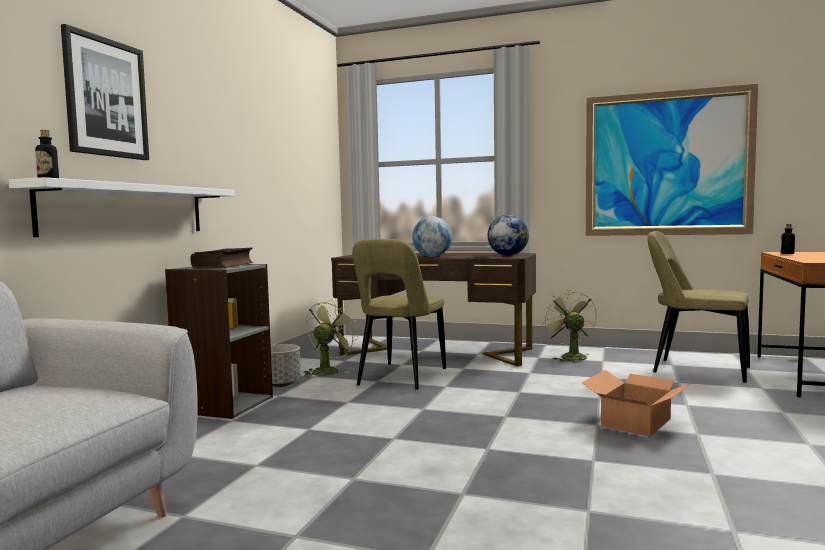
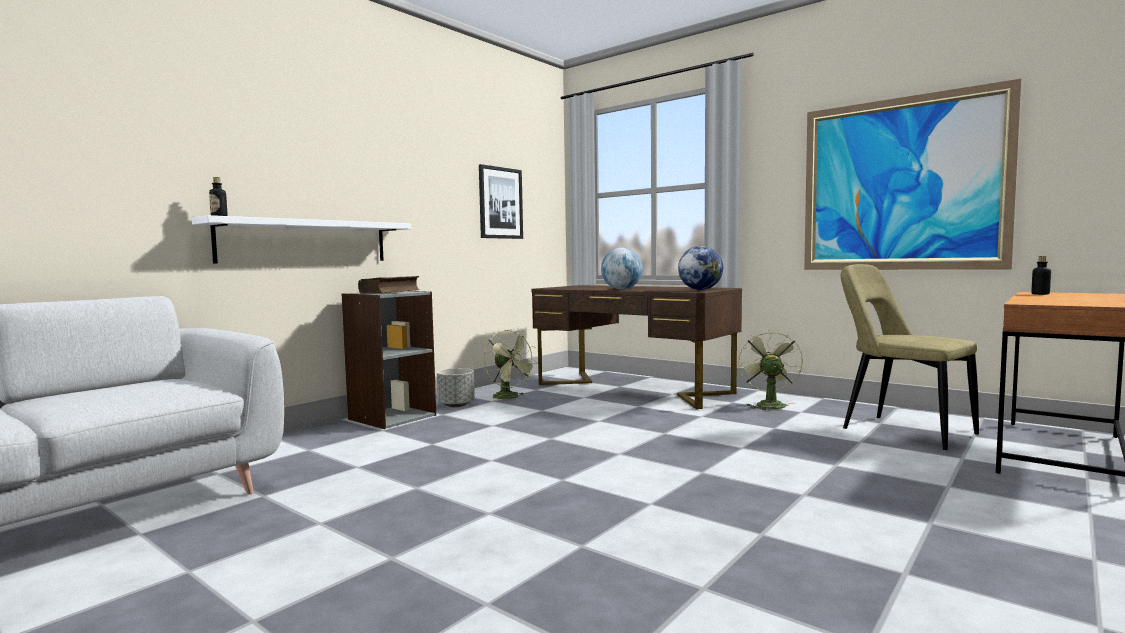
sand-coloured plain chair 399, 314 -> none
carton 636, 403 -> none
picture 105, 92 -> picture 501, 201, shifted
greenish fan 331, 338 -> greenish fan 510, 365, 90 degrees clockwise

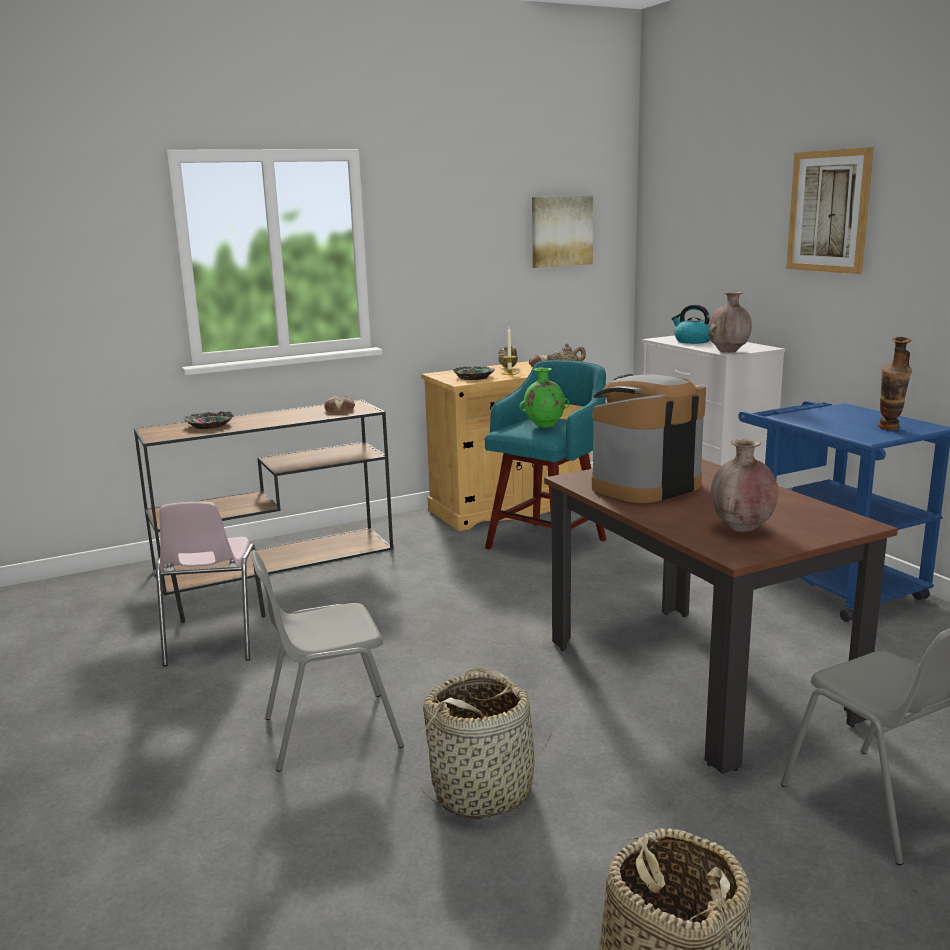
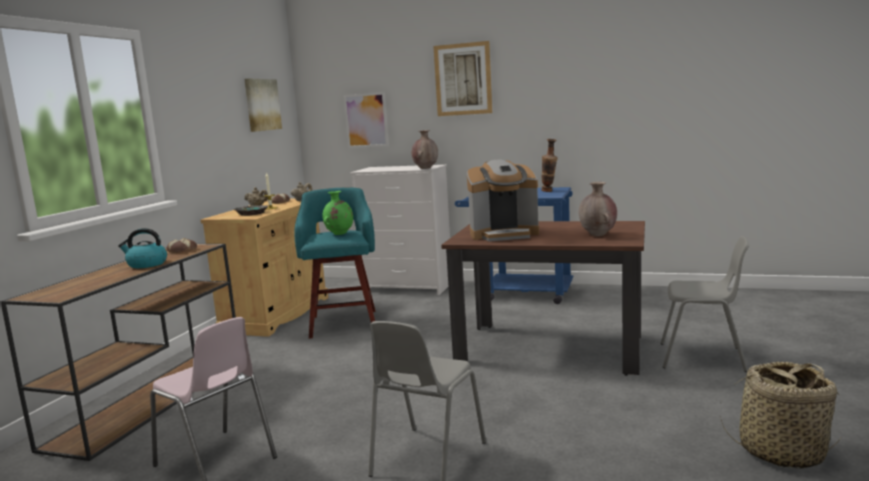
bowl 209, 420 -> none
storage basket 486, 743 -> none
none -> picture 366, 120
kettle 691, 324 -> kettle 142, 248, shifted
coffee brewer 649, 438 -> coffee brewer 503, 201, 105 degrees counterclockwise

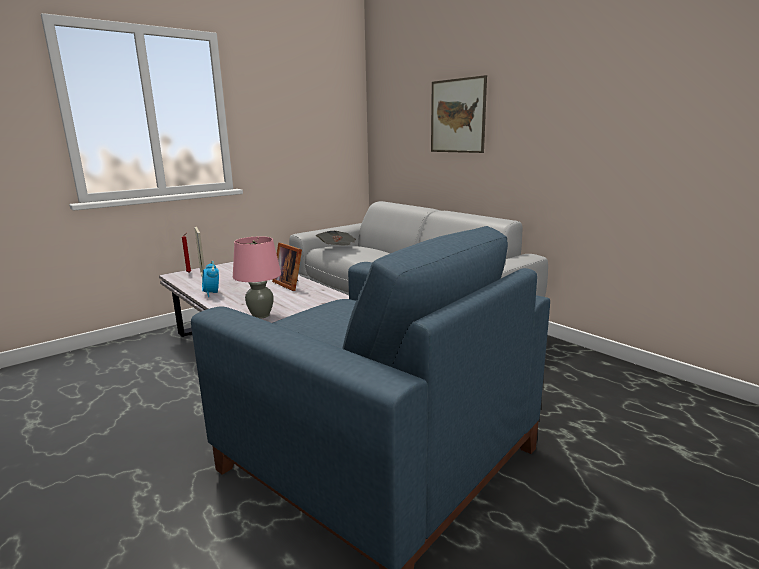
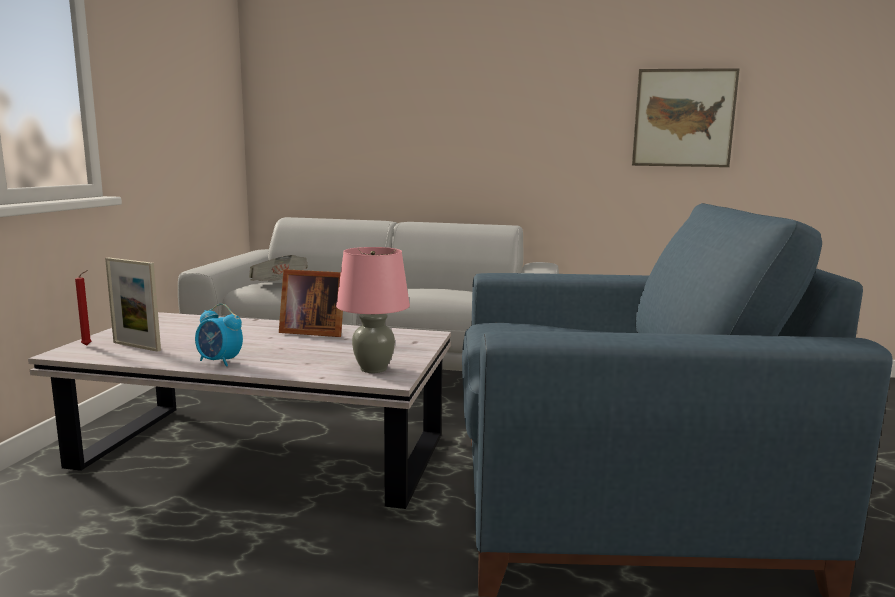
picture 459, 114 -> picture 686, 117, shifted

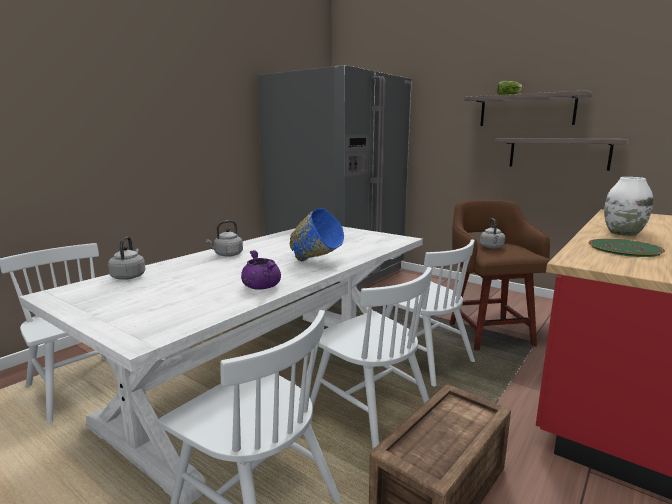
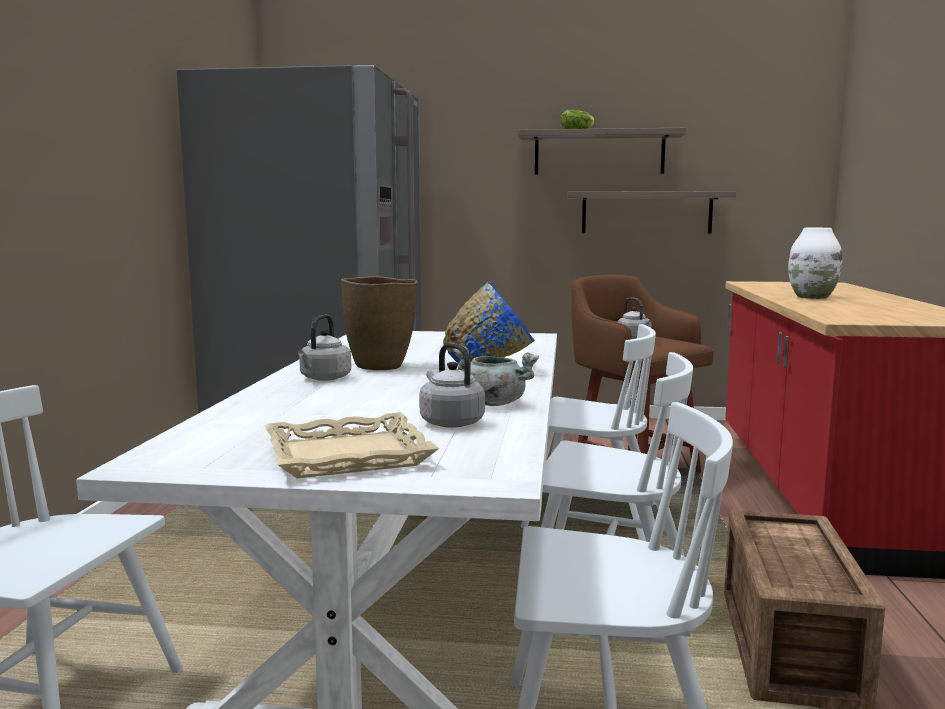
greenish dinner plate 627, 248 -> none
none -> sand-coloured serving tray 352, 445
none -> brown-coloured vase 379, 323
greyish kettle 127, 258 -> greyish kettle 452, 385, shifted
purplish cooking pot 261, 270 -> greyish cooking pot 496, 376

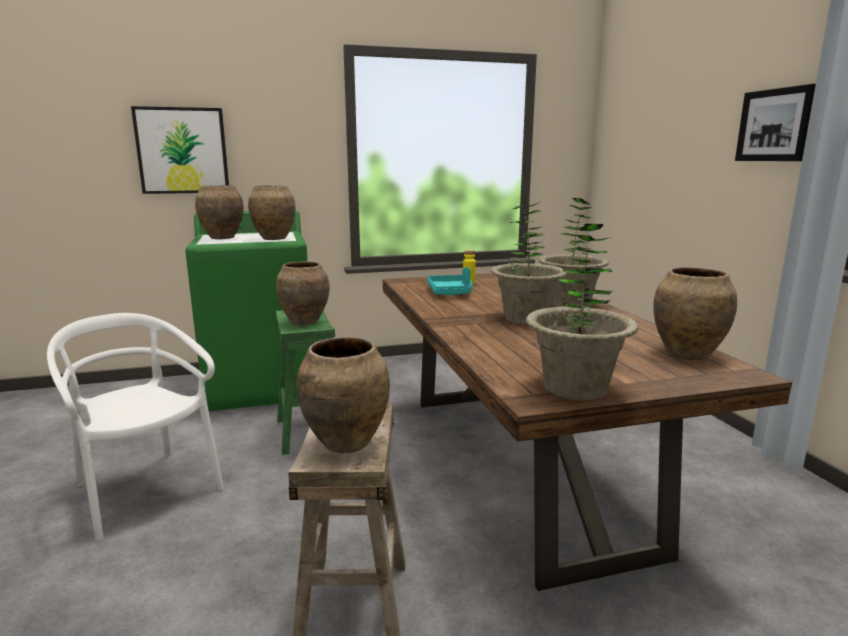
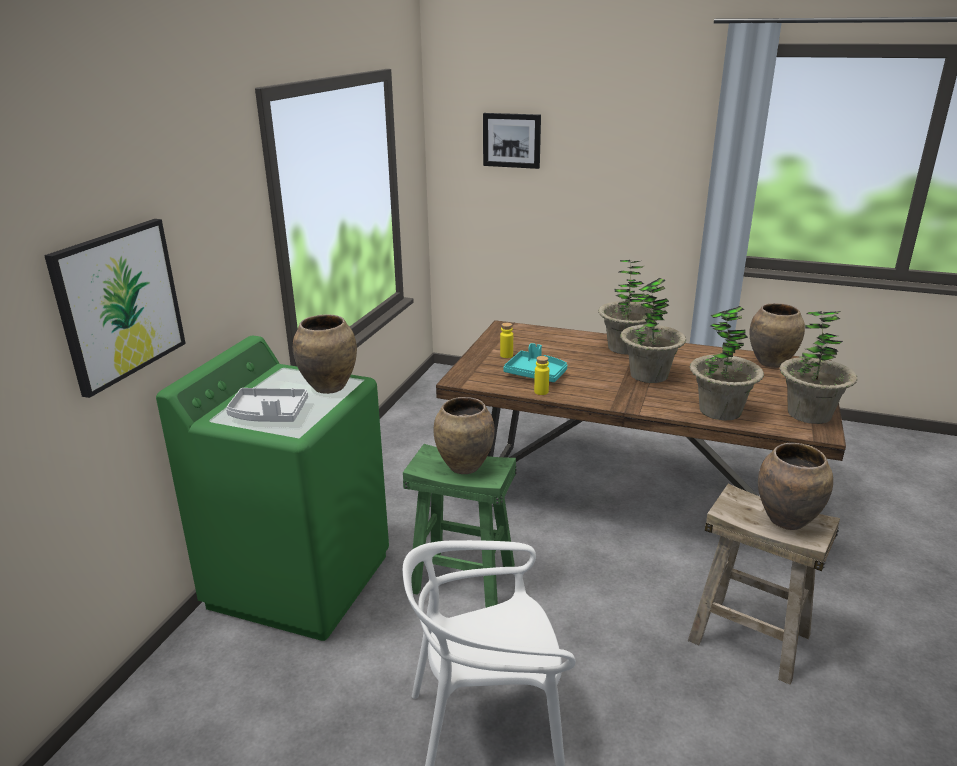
none -> yellow bottle 541, 375
none -> houseplant 727, 363
picture 775, 122 -> picture 512, 141, shifted
brown-coloured vase 219, 212 -> greyish serving tray 267, 404

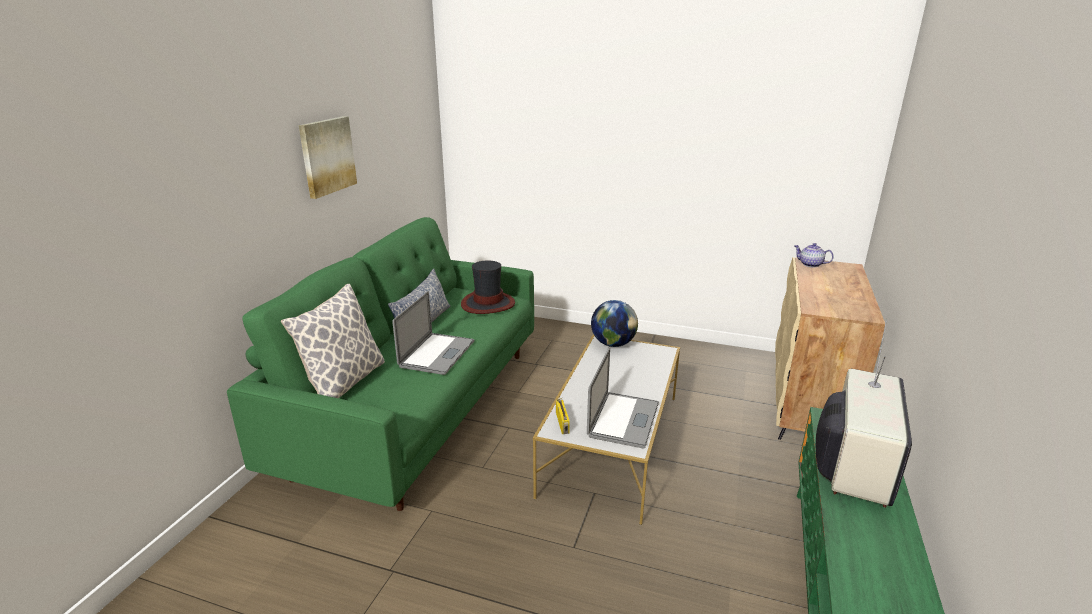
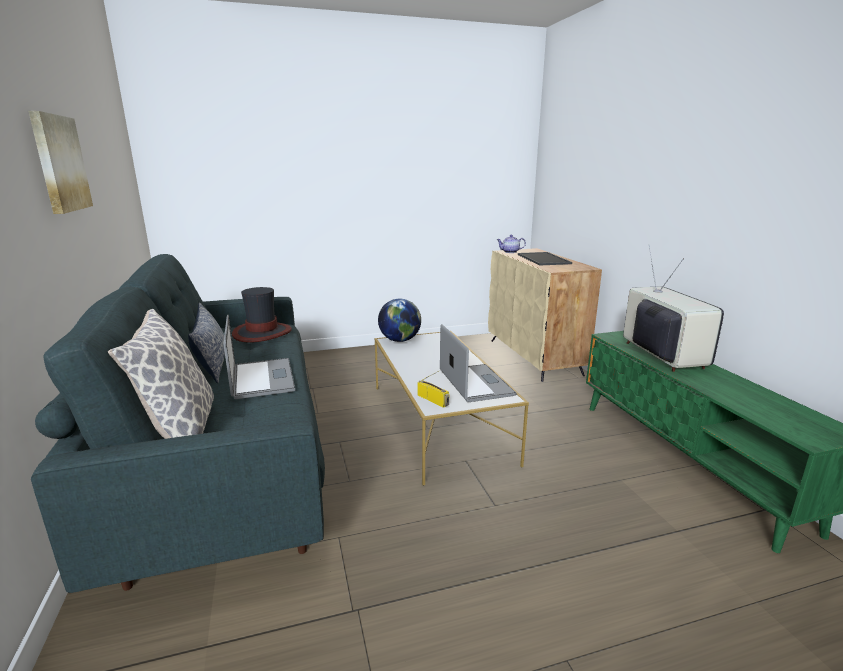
none -> serving tray 545, 259
greenish couch 380, 364 -> greyish couch 178, 423

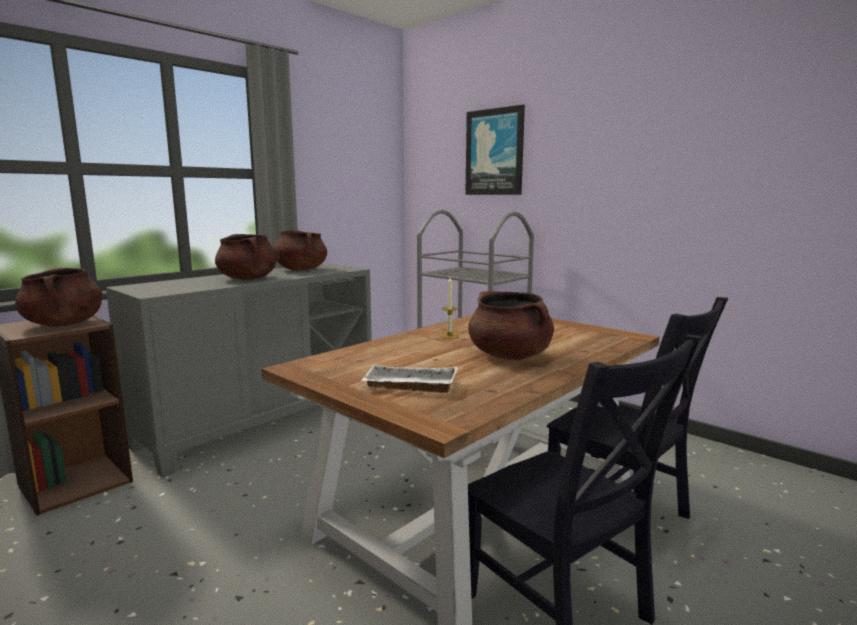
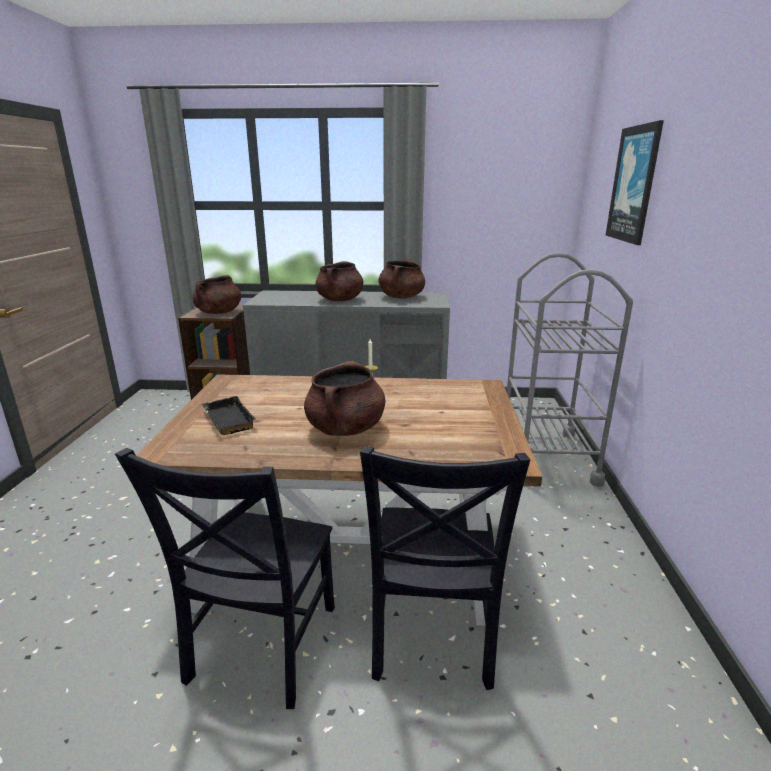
whitish serving tray 409, 379 -> blackish serving tray 229, 415

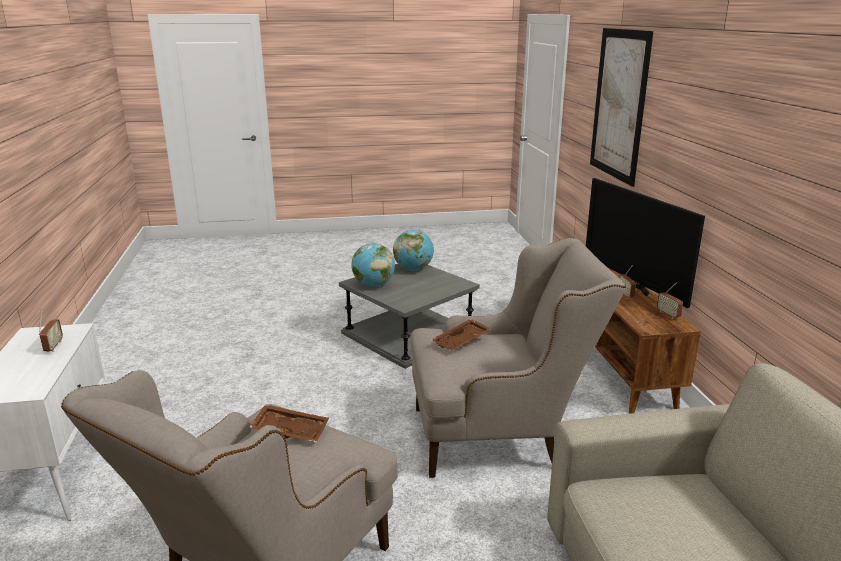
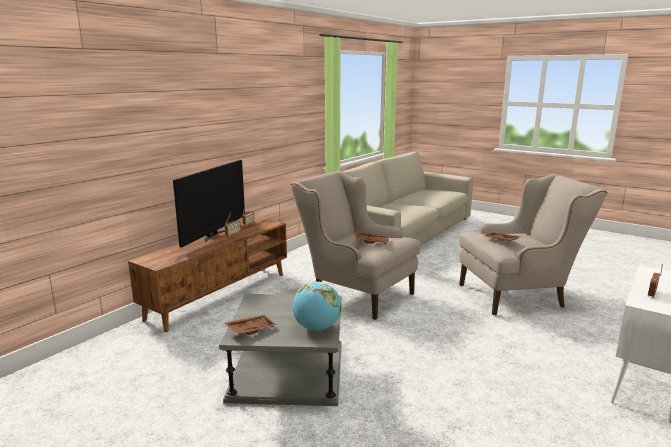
picture 621, 107 -> none
globe 413, 250 -> brown-coloured serving tray 250, 325

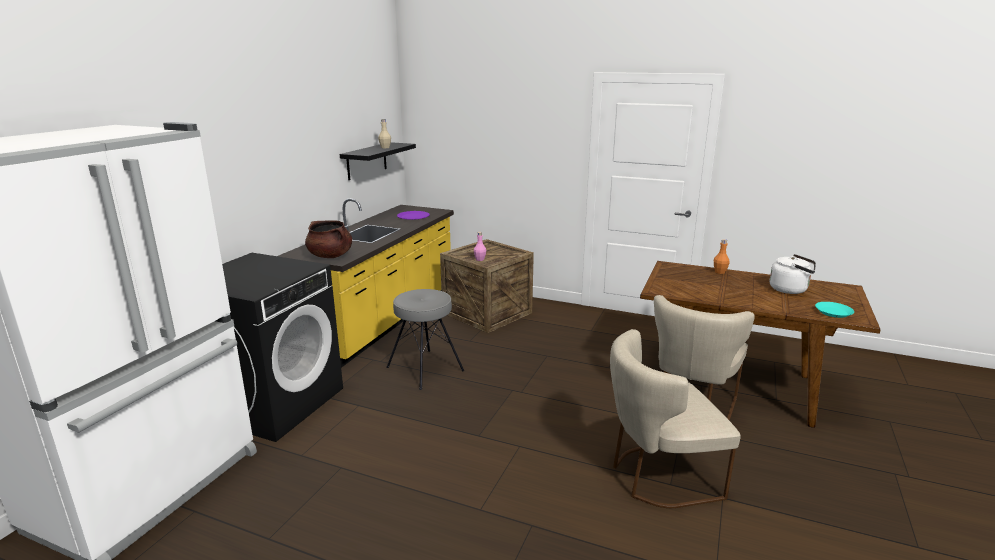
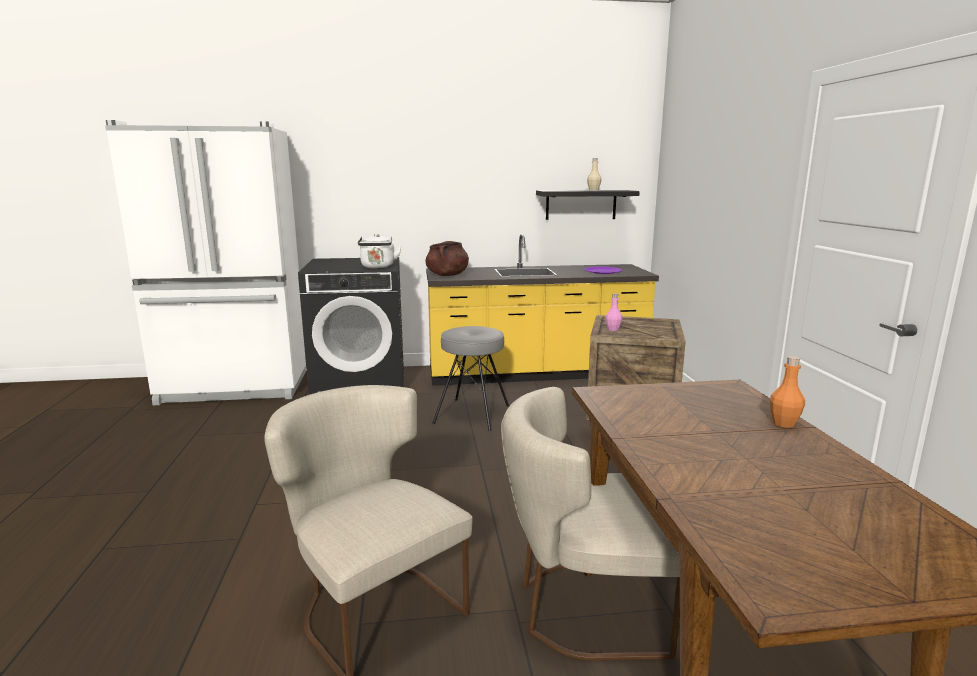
turquoise dinner plate 834, 310 -> none
whitish kettle 793, 274 -> whitish kettle 379, 251, shifted

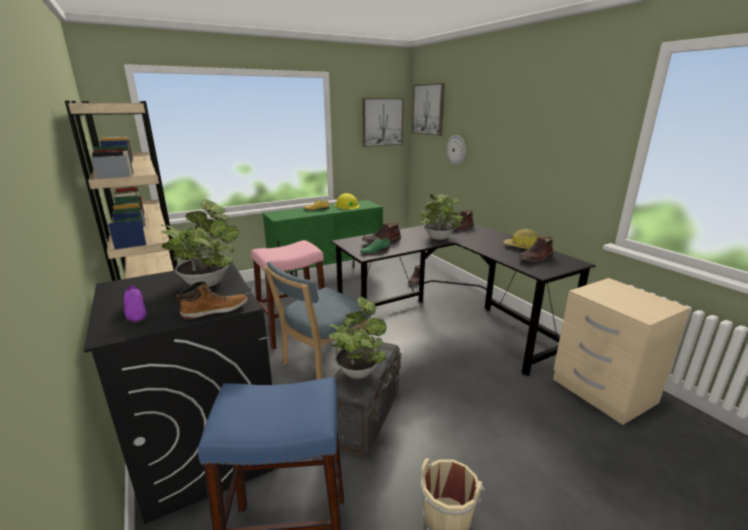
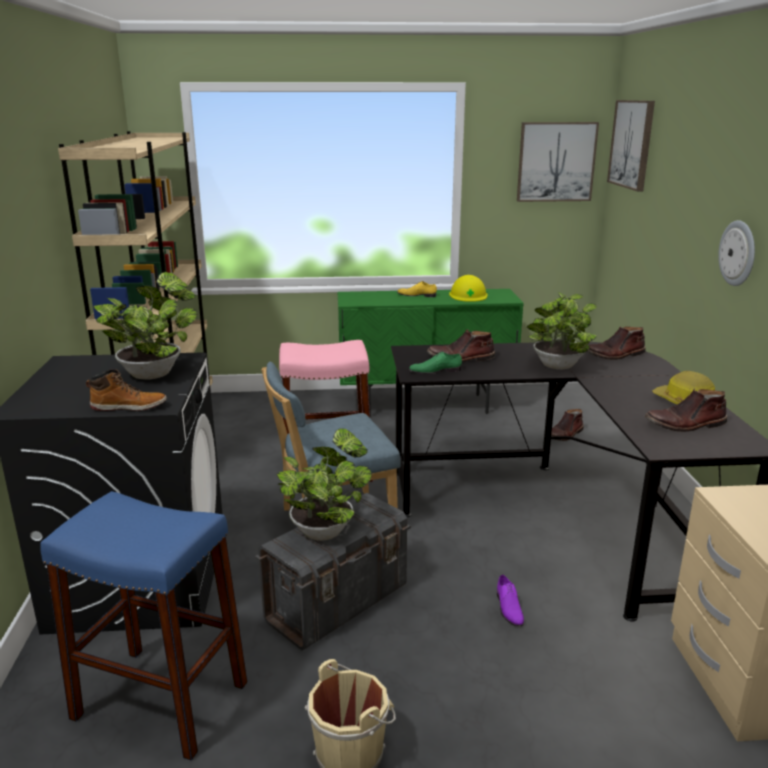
purplish shoe 136, 304 -> purplish shoe 510, 600, shifted
wall clock 456, 150 -> wall clock 736, 253, shifted

